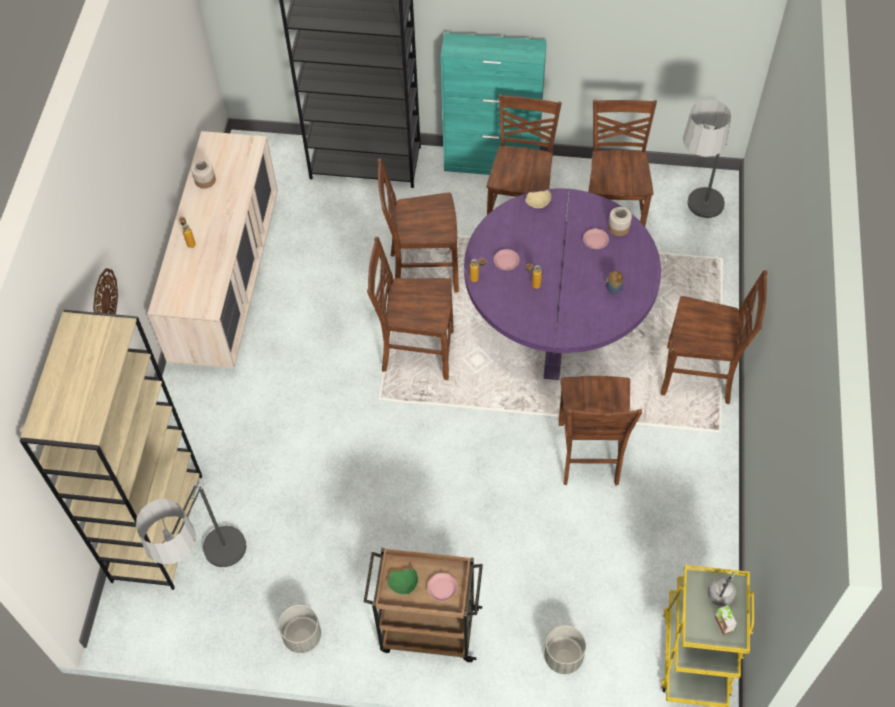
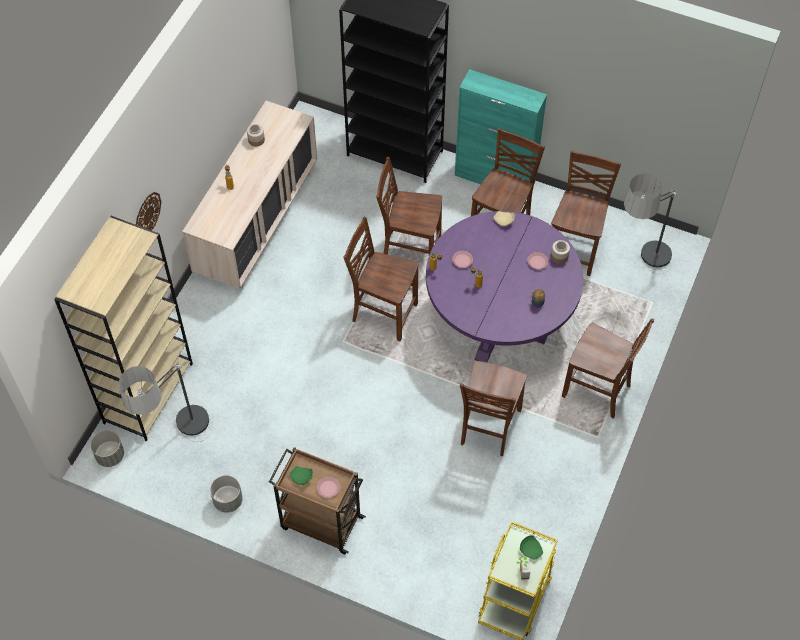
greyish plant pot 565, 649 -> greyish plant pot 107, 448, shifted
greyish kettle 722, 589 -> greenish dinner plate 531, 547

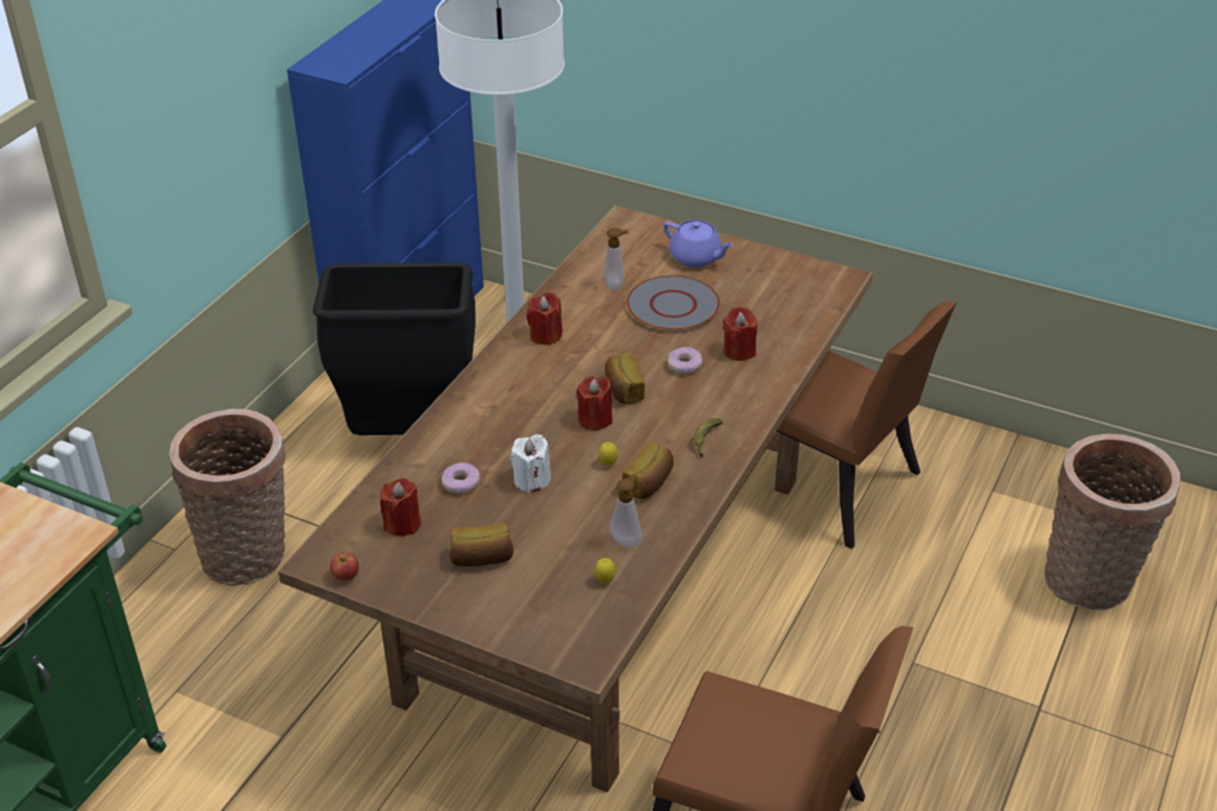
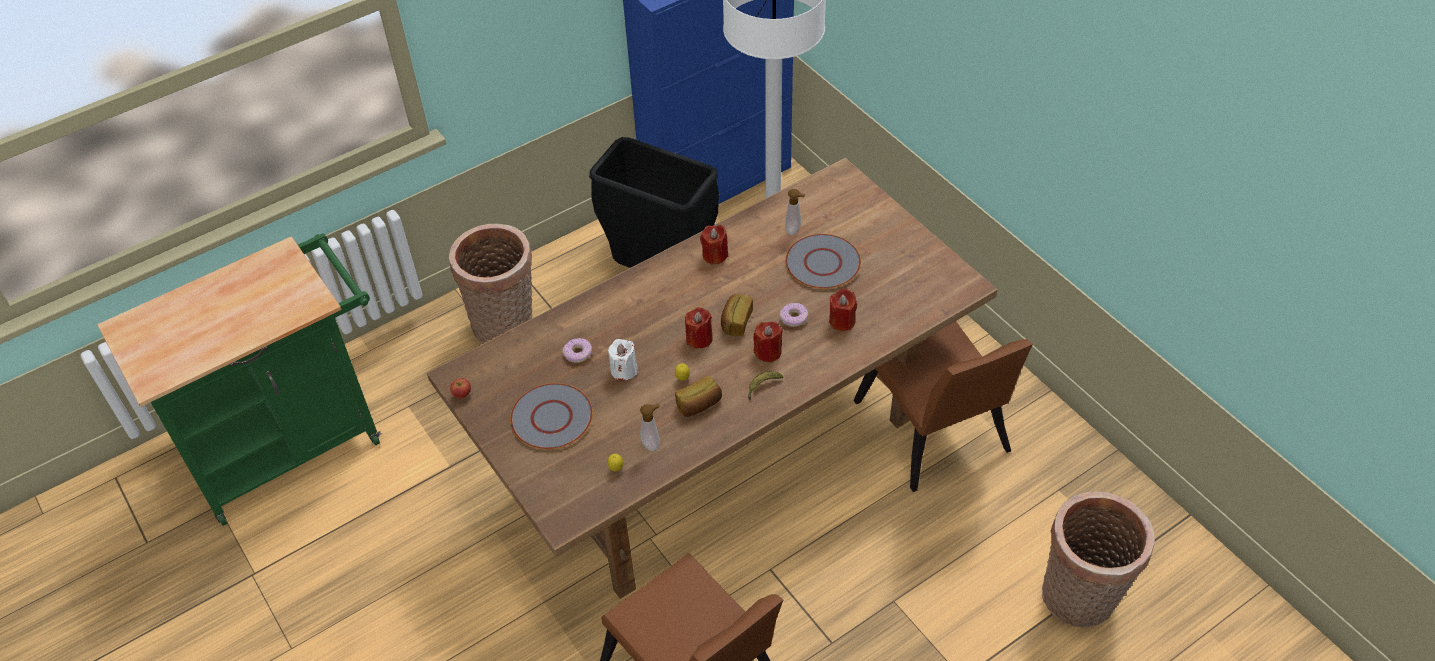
purplish tea pot 698, 243 -> none
reddish candle 400, 507 -> reddish candle 768, 342, shifted
bakery bread 482, 545 -> greyish dinner plate 551, 416

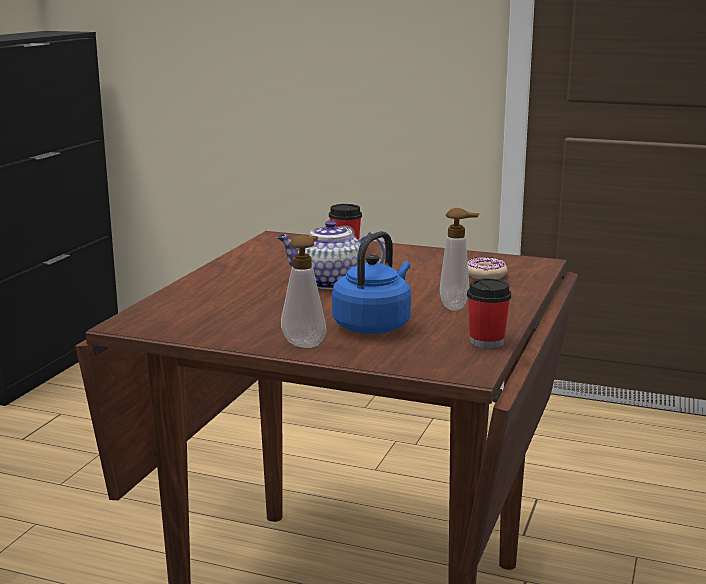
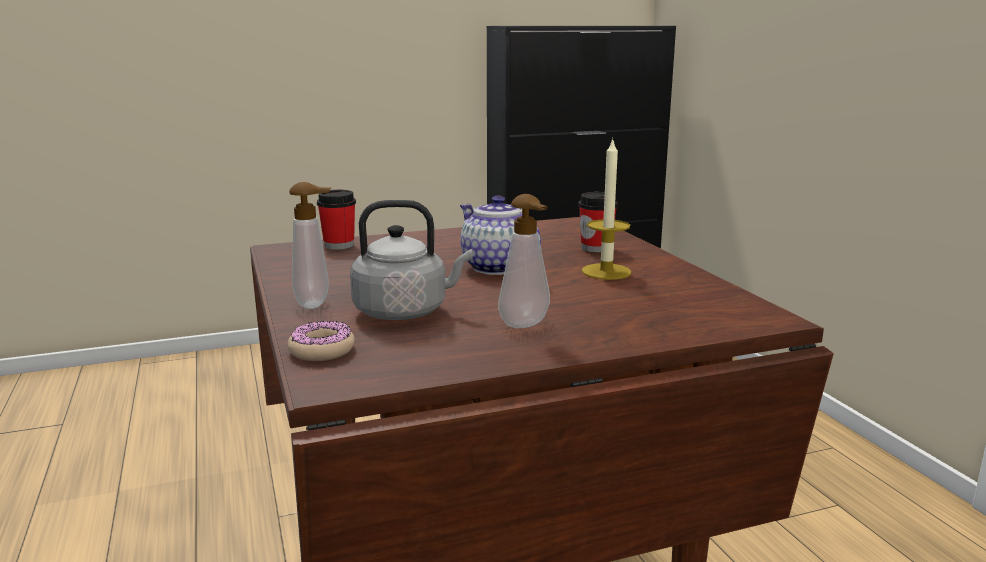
none -> candle 606, 208
small cup 489, 313 -> small cup 336, 220, shifted
ring doughnut 488, 268 -> ring doughnut 321, 341, shifted
blue kettle 371, 282 -> greyish kettle 411, 260

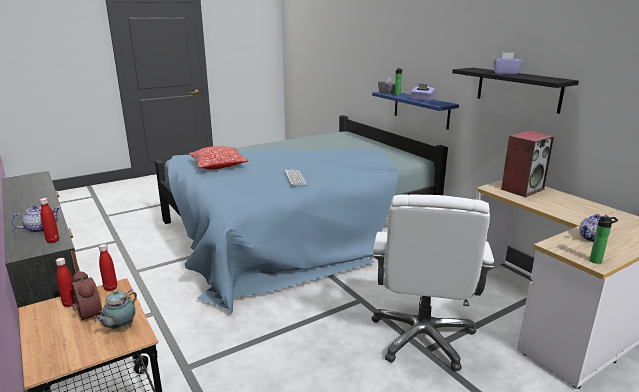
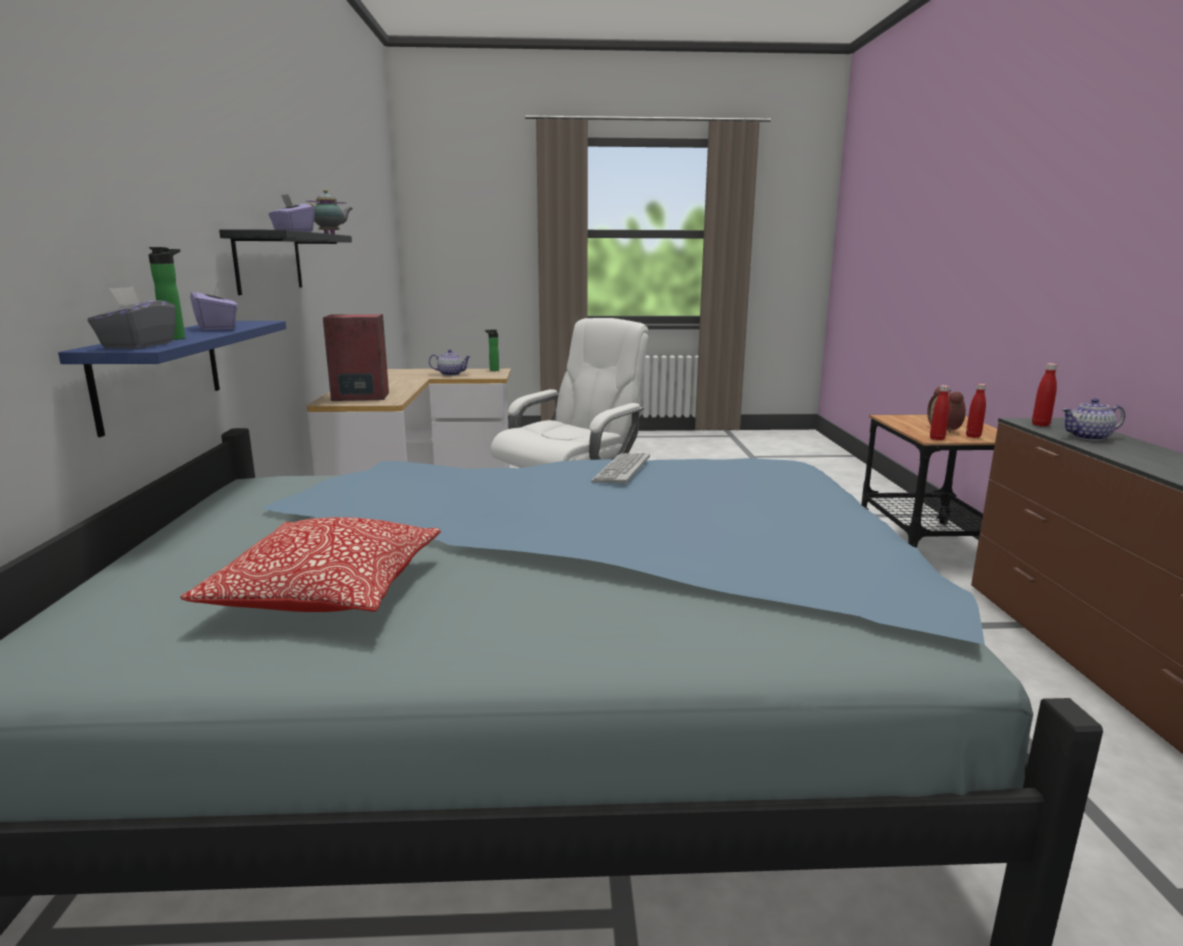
tea pot 116, 309 -> tea pot 329, 212, shifted
pillow 219, 158 -> pillow 310, 564, shifted

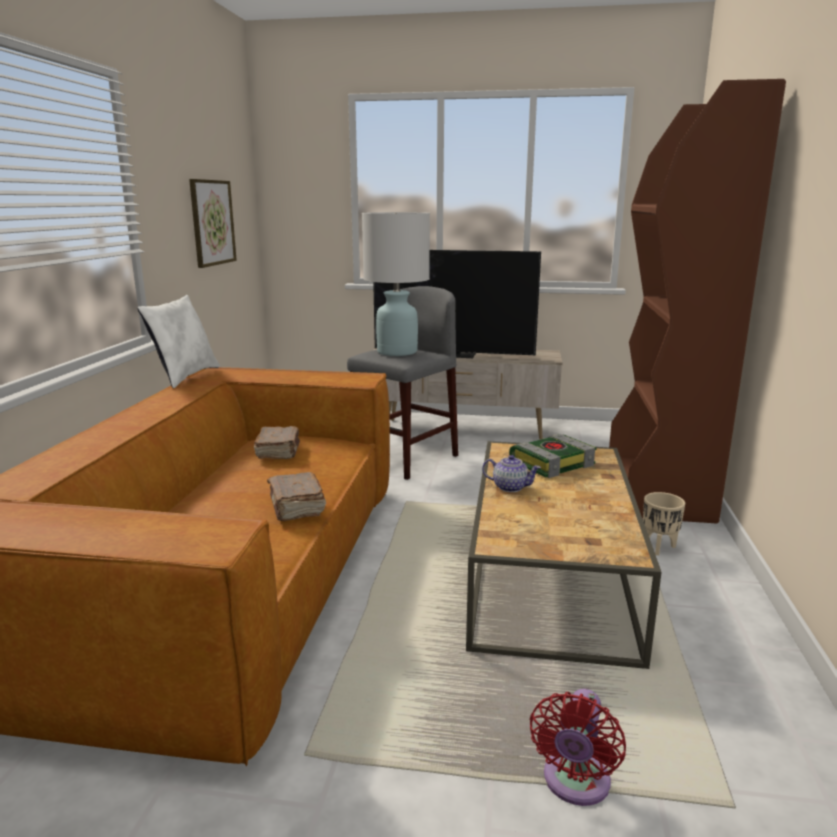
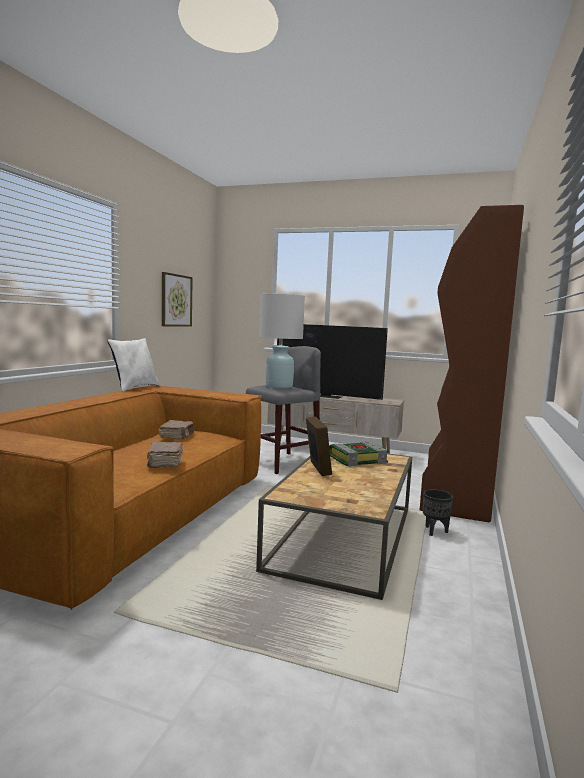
reddish fan 578, 747 -> none
tea pot 511, 473 -> picture frame 319, 446
sand-coloured plant pot 664, 524 -> blackish plant pot 438, 512

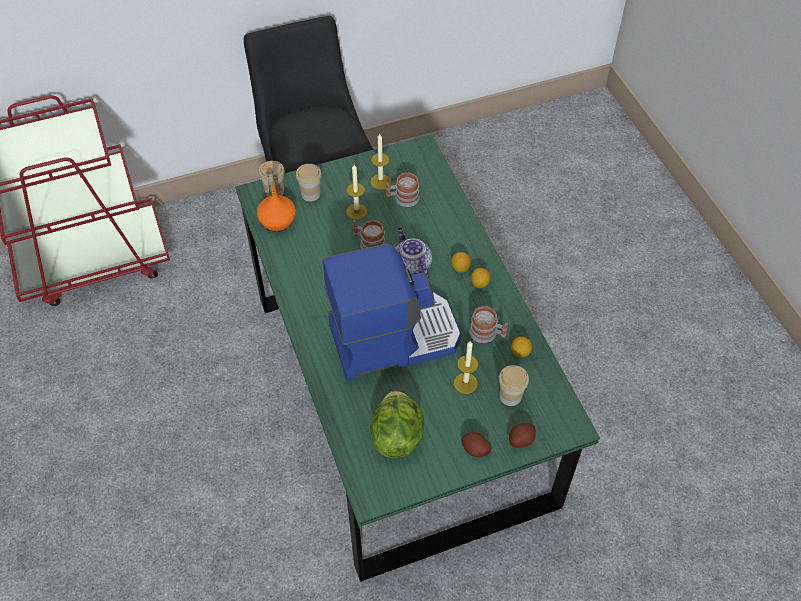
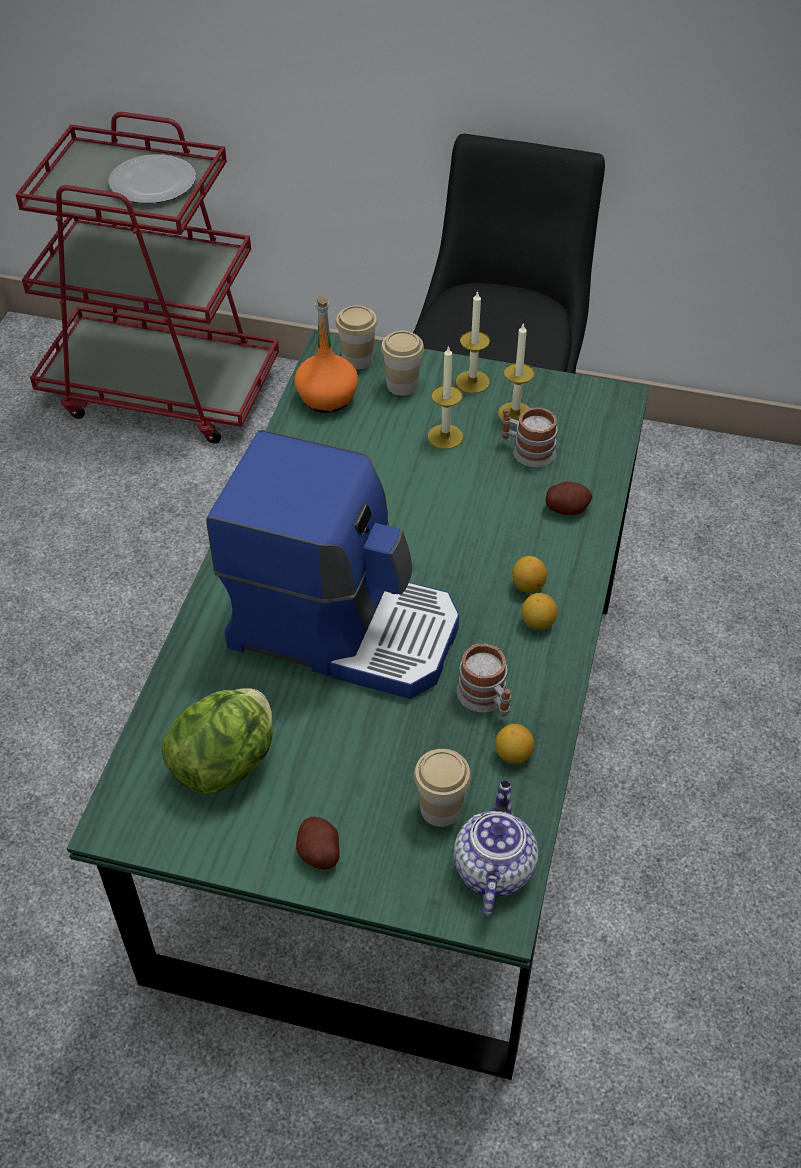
tea mug 369, 234 -> none
none -> dinner plate 152, 178
tea pot 413, 253 -> tea pot 495, 847, shifted
candle 466, 367 -> candle 473, 342, shifted
spud 522, 435 -> spud 568, 498, shifted

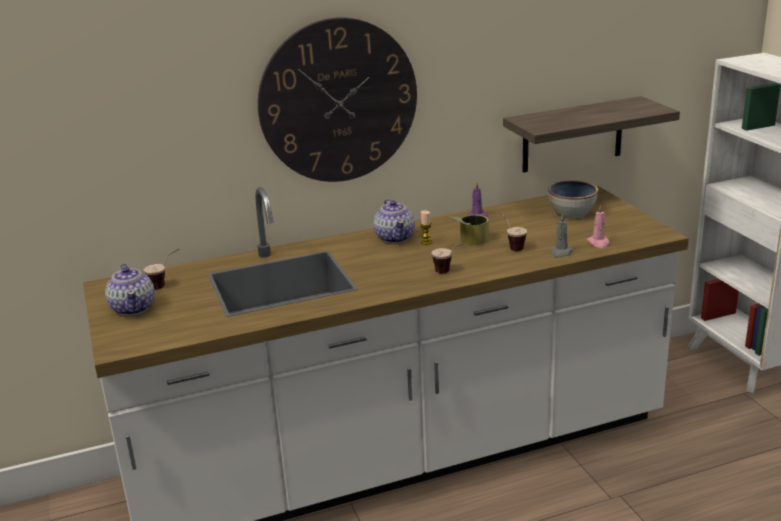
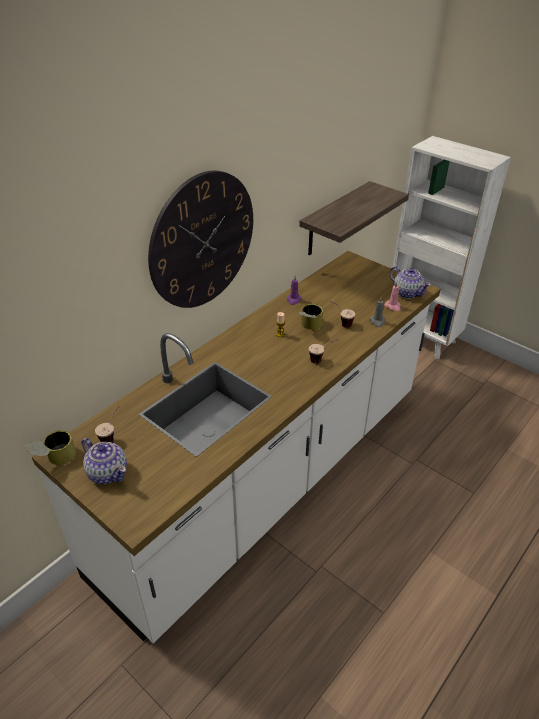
bowl 573, 199 -> none
none -> metal can 50, 447
tea pot 394, 221 -> tea pot 410, 282, shifted

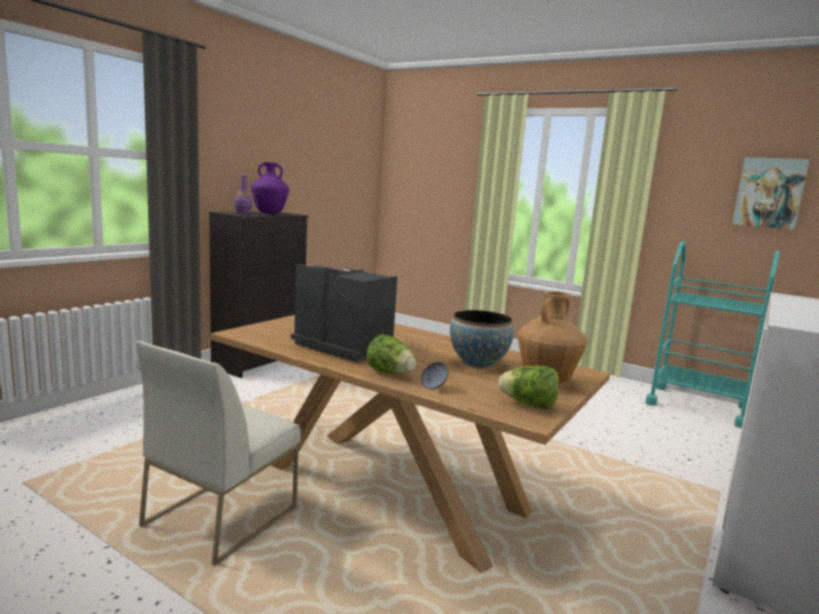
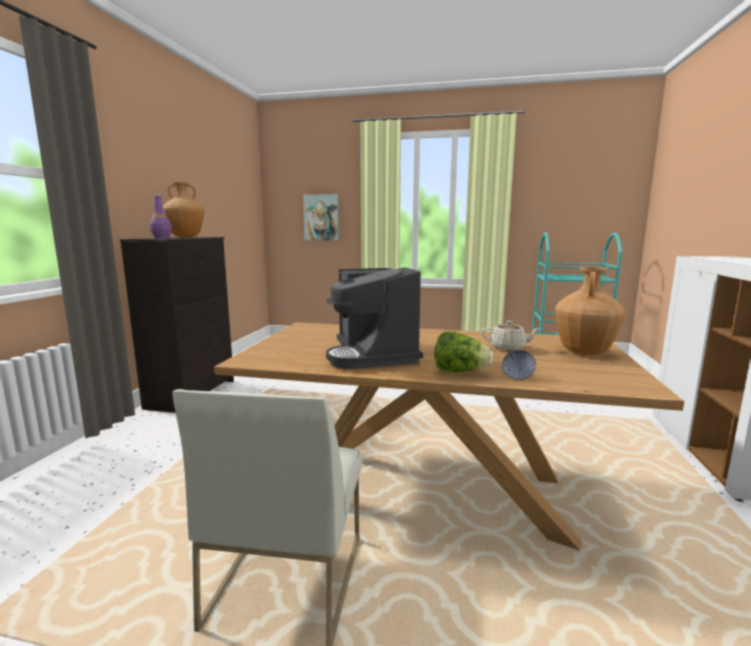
lettuce head 528, 387 -> none
picture 771, 193 -> picture 321, 217, shifted
bowl 482, 339 -> sand-coloured tea pot 511, 336
purplish vase 270, 188 -> brown-coloured vase 184, 210
coffee brewer 344, 313 -> coffee brewer 374, 318, 120 degrees counterclockwise

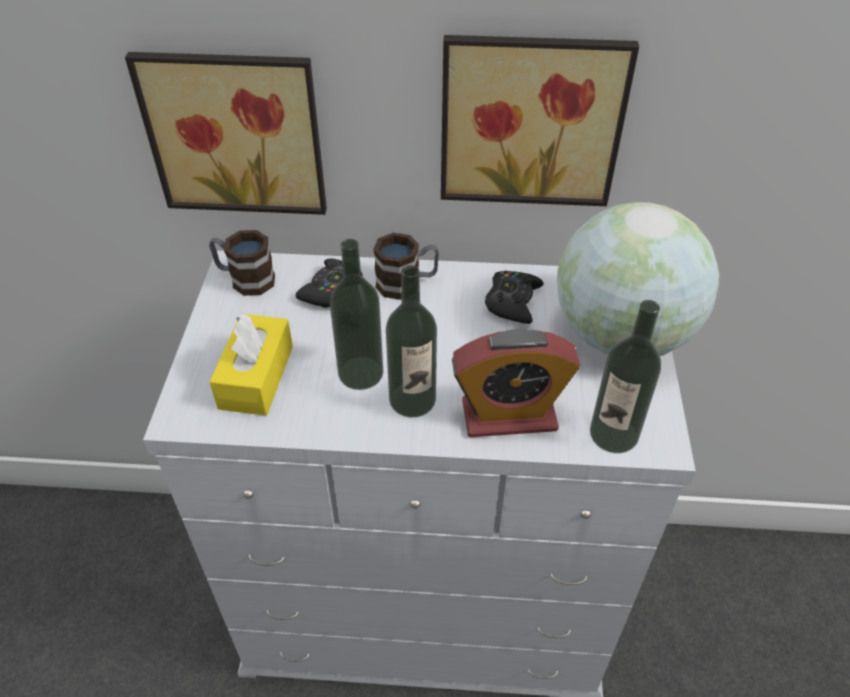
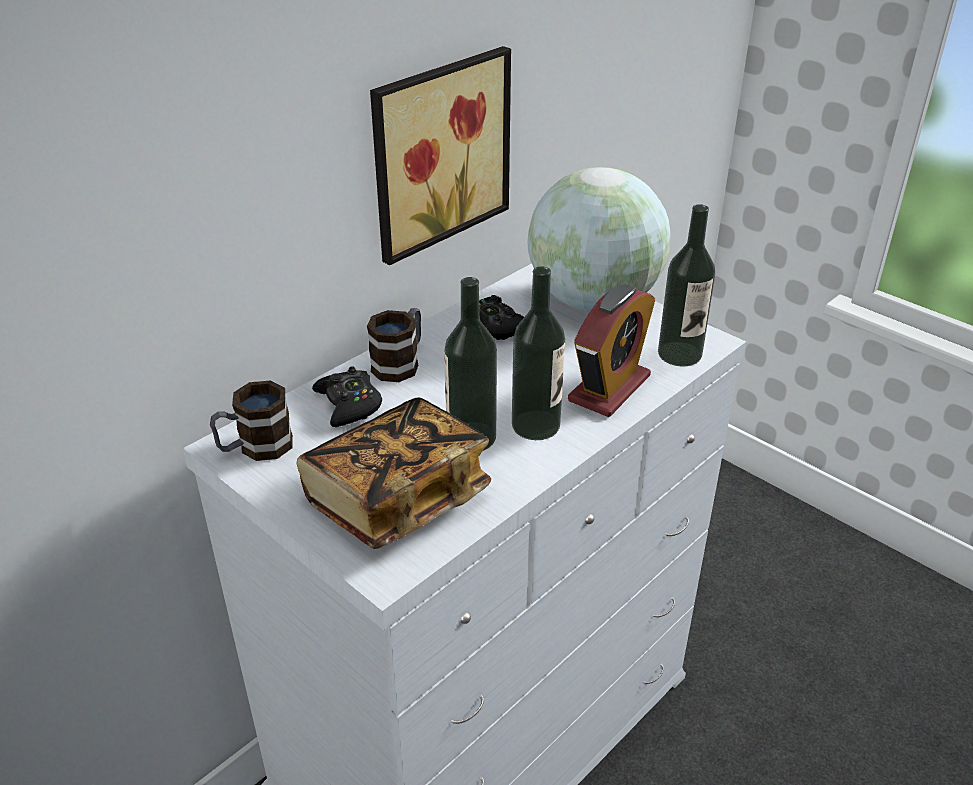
picture 226, 133 -> none
yellow tissue box 251, 364 -> book 394, 473

